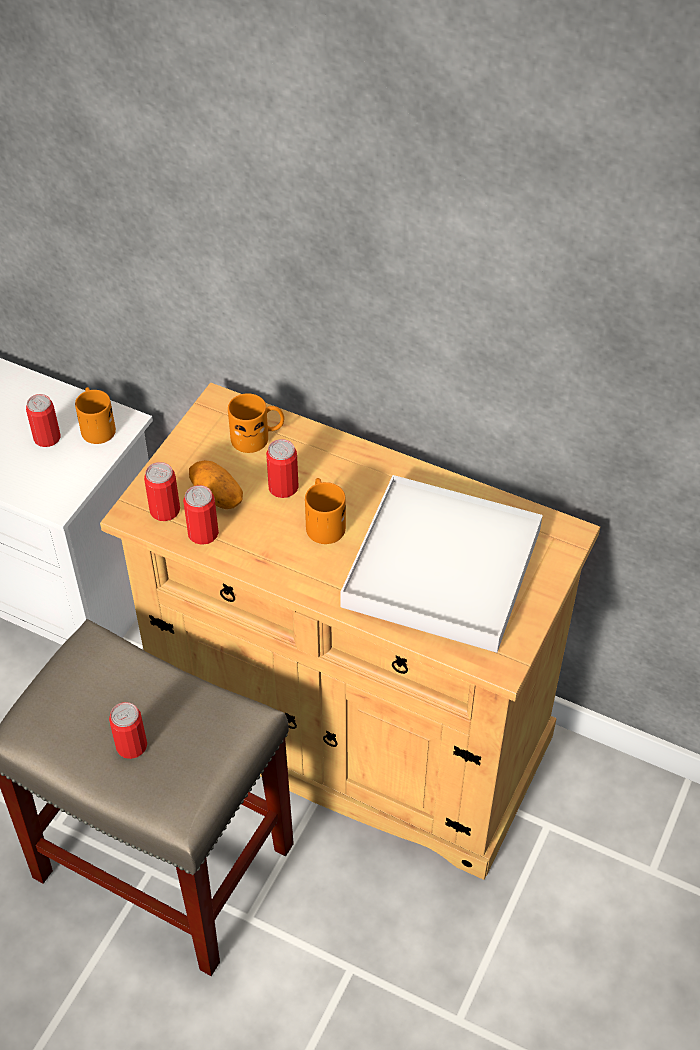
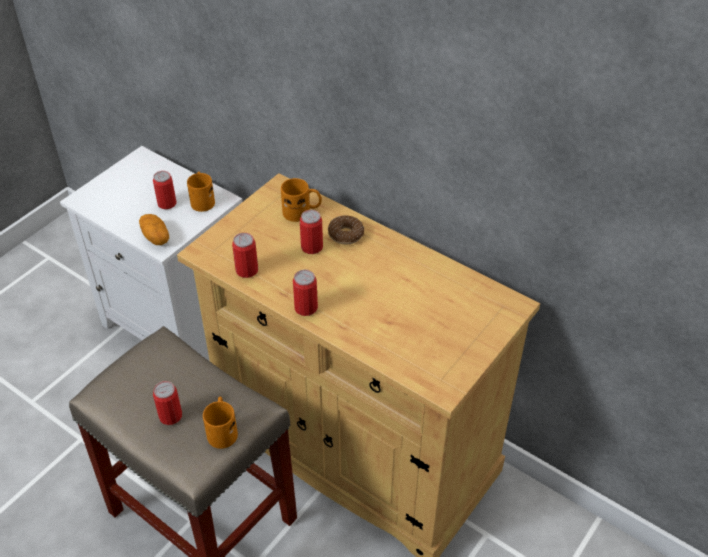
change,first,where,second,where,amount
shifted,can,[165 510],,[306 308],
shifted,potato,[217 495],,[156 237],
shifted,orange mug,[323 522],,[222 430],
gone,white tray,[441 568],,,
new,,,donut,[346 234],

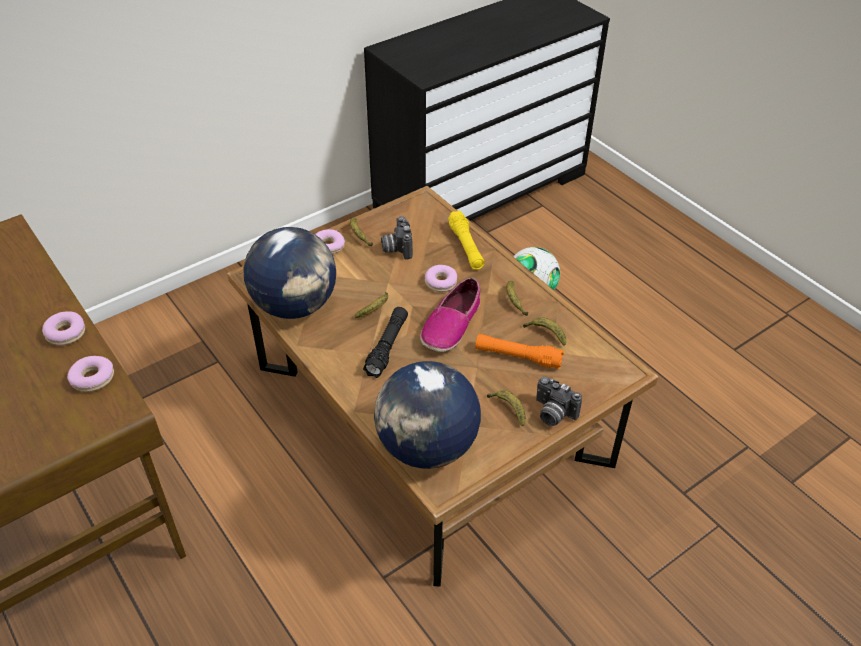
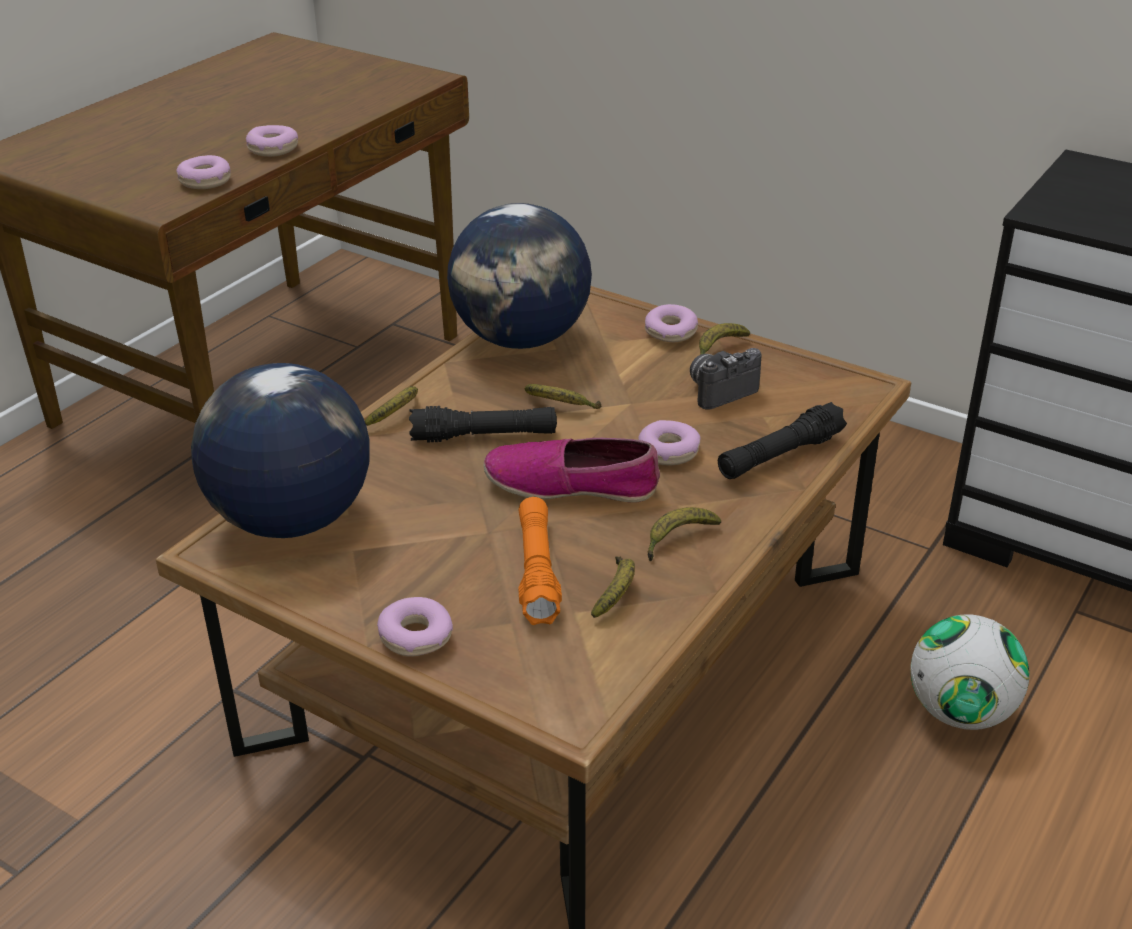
change,first,where,second,where,amount
repainted,yellow flashlight,[466 247],black flashlight,[780 455],
shifted,banana,[508 409],,[398 412],
swapped,photo camera,[552 413],donut,[415 636],

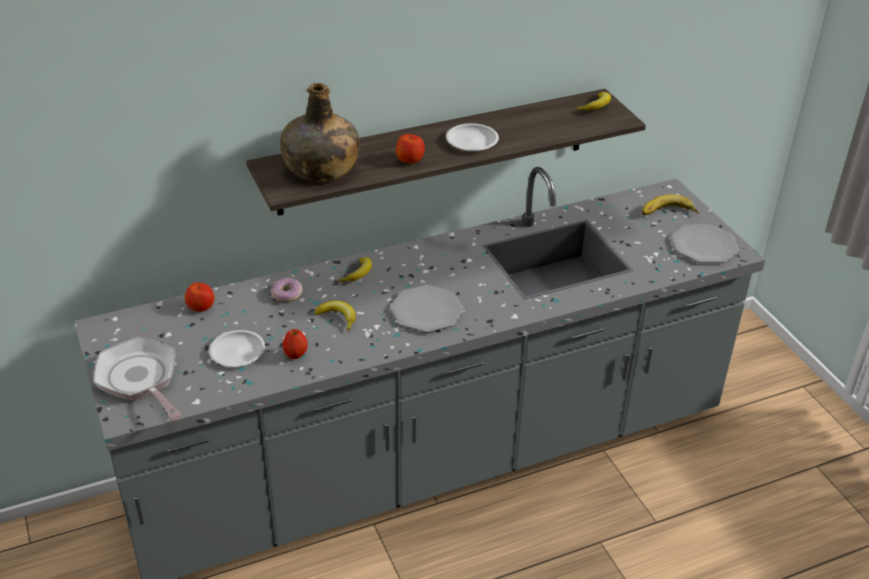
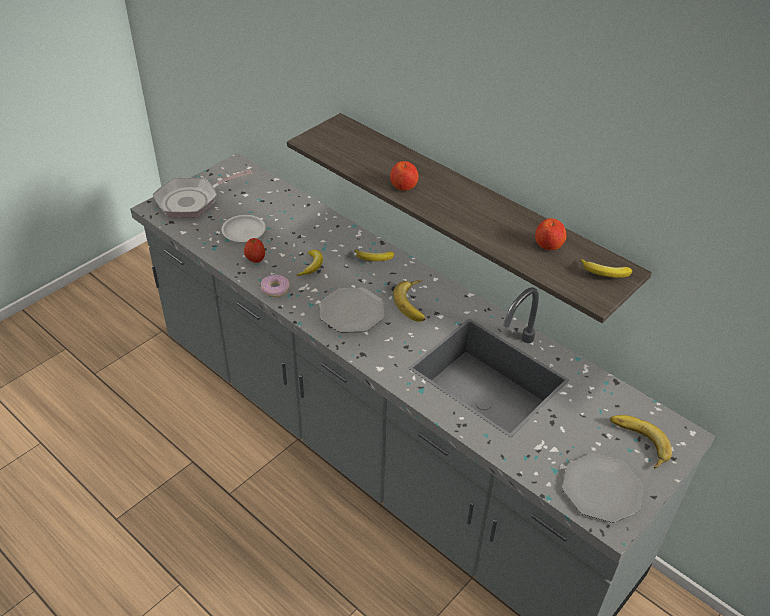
change,first,where,second,where,amount
rotated,frying pan,[140 380],,[192 200],150 degrees counterclockwise
shifted,apple,[201 306],,[548 245],
shifted,donut,[287 294],,[275 289],
gone,green bottle,[321 168],,,
gone,white plate,[471 141],,,
new,,,banana,[415 303],

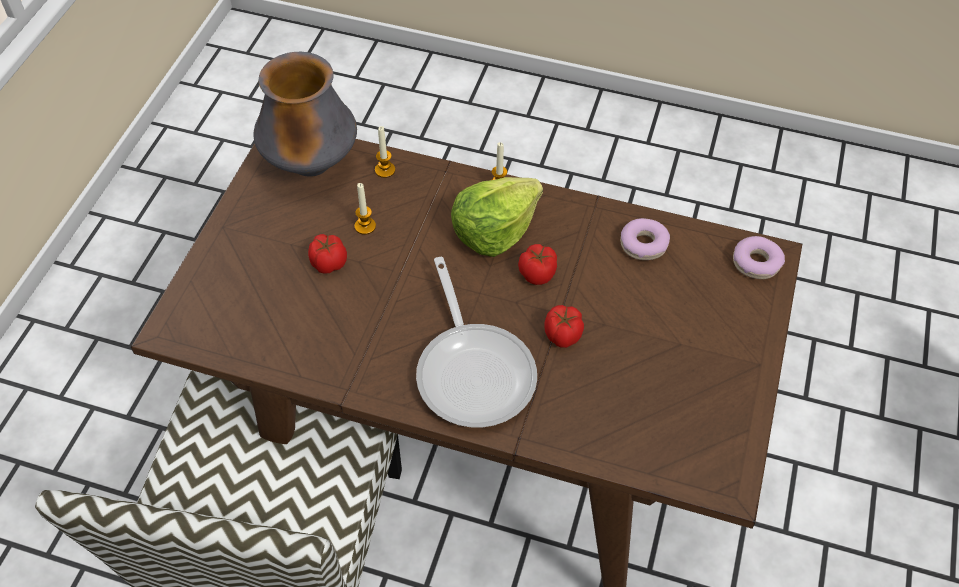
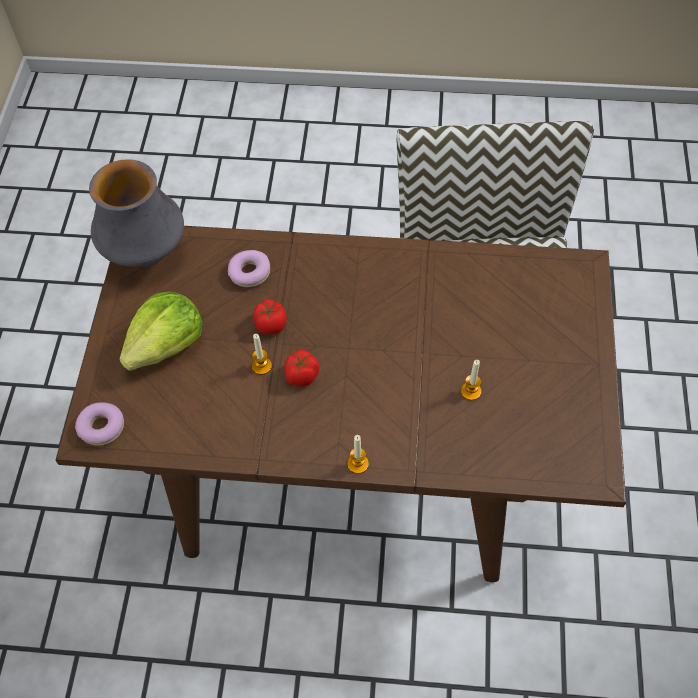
change,first,where,second,where,amount
shifted,vase,[311 165],,[146 254],
gone,tomato,[328 262],,,
shifted,candle,[385 170],,[261 366],
gone,frying pan,[474 370],,,
shifted,lettuce,[494 230],,[167 345],
shifted,donut,[643 244],,[249 273],

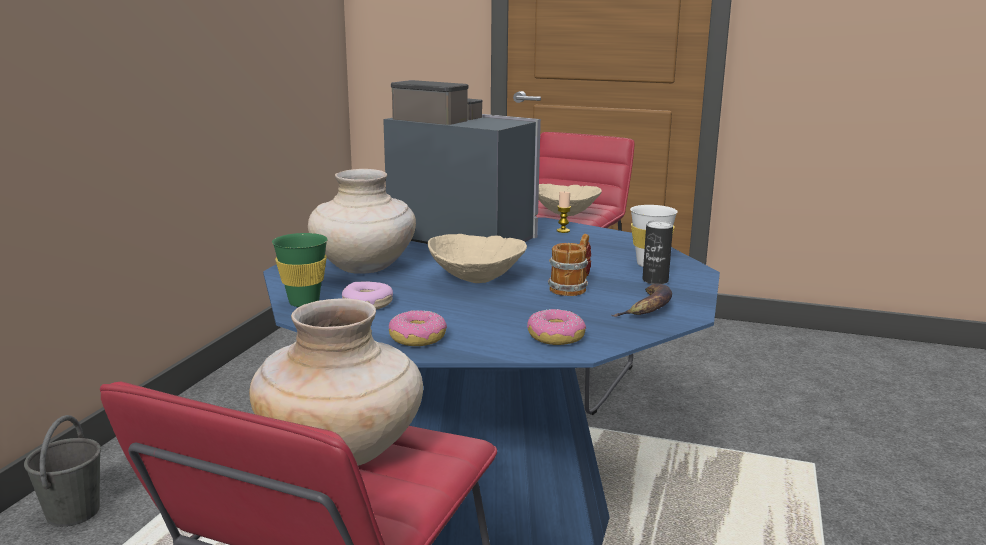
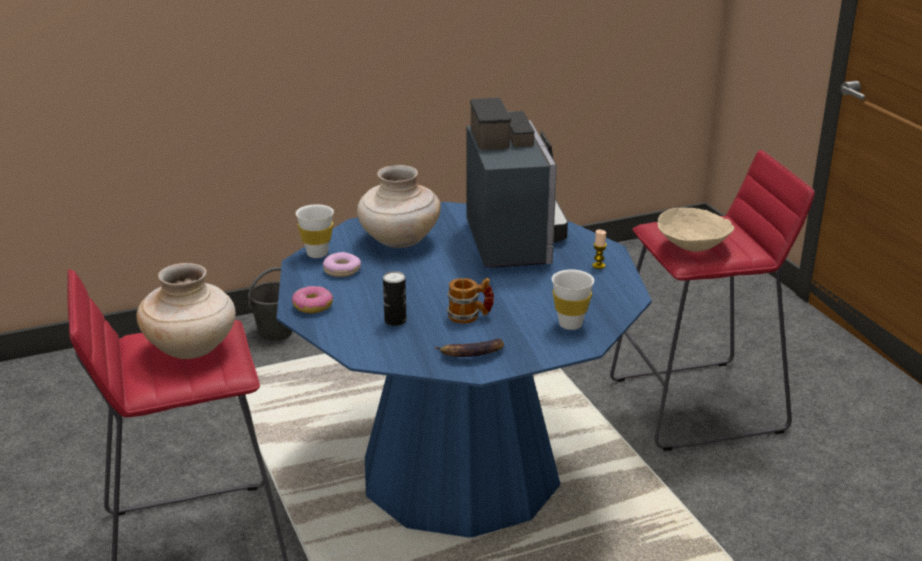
change,first,where,second,where,amount
repainted,green cup,[304 302],white cup,[317 254],
gone,beige bowl,[475 278],,,
gone,donut,[555 337],,,
shifted,can,[655 280],,[395 321],

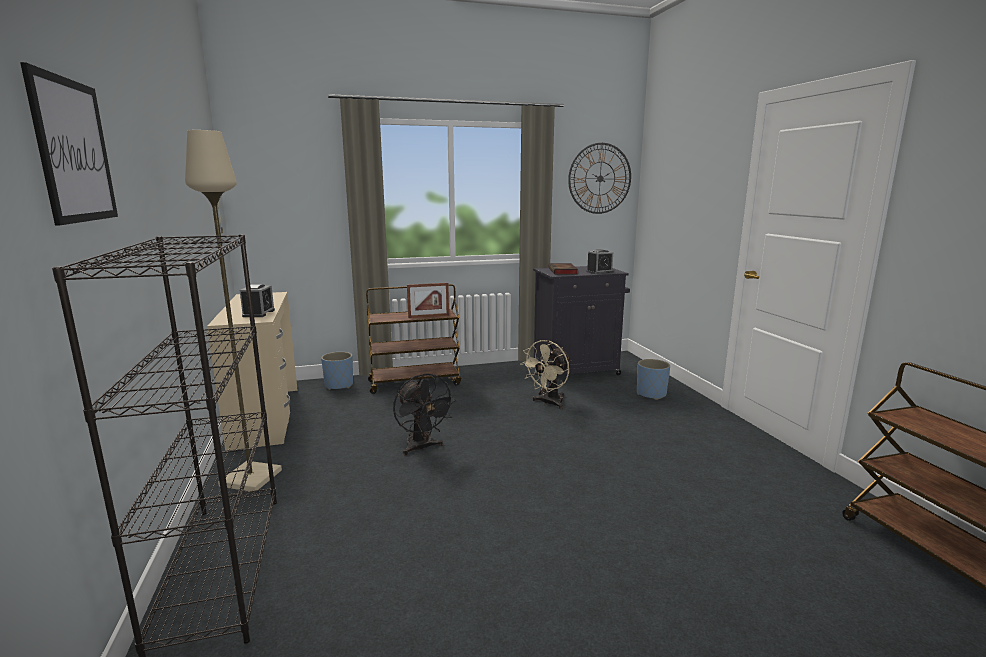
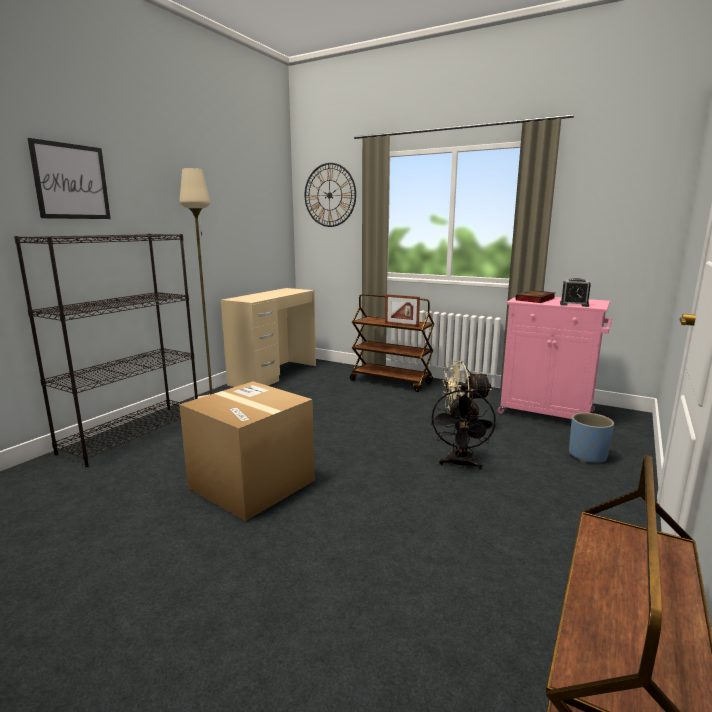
change,first,where,second,where,amount
gone,alarm clock,[258 313],,,
gone,blue planter,[339 385],,,
shifted,black fan,[422 448],,[460 464],
repainted,black cabinet,[577 370],pink cabinet,[548 412],
shifted,wall clock,[600 178],,[329 195],
new,,,cardboard box,[252 484],

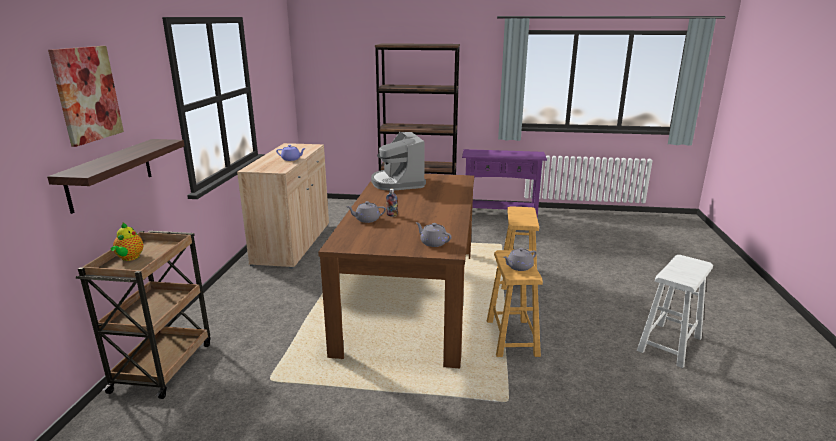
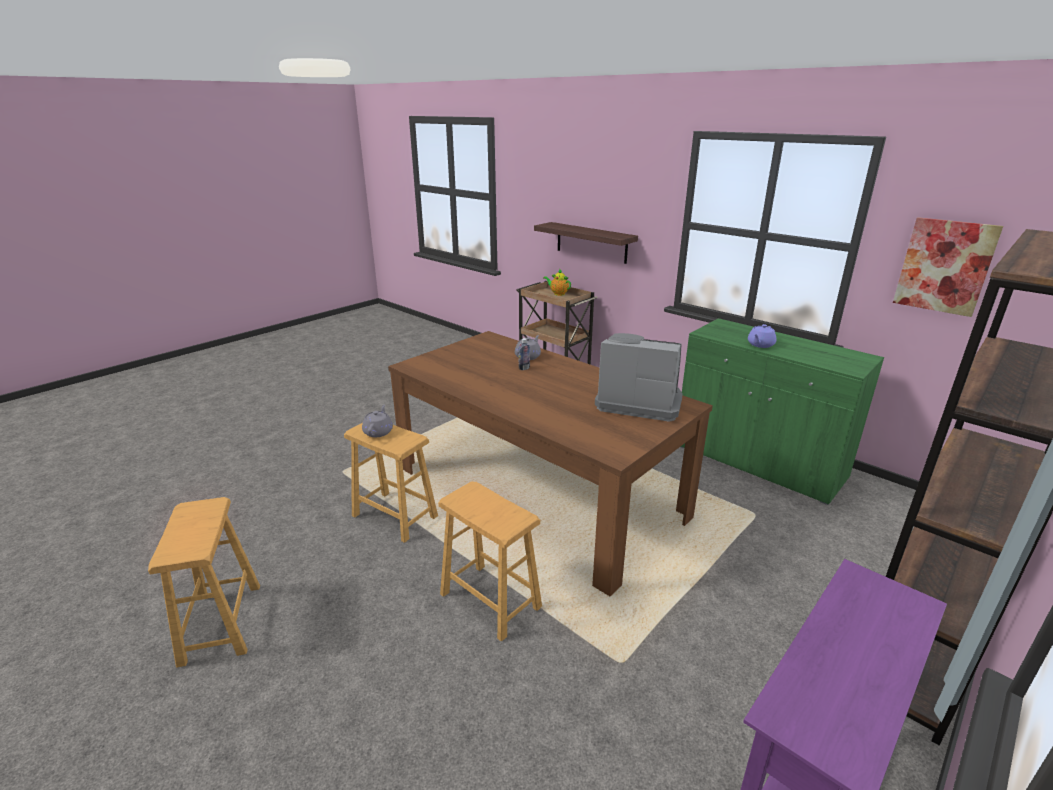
change,first,where,second,where,amount
shifted,picture,[87 94],,[944 266],
repainted,beige cabinet,[293 243],green cabinet,[757 462],
gone,grey teapot,[433 243],,,
repainted,white stool,[669 344],brown stool,[221 623],

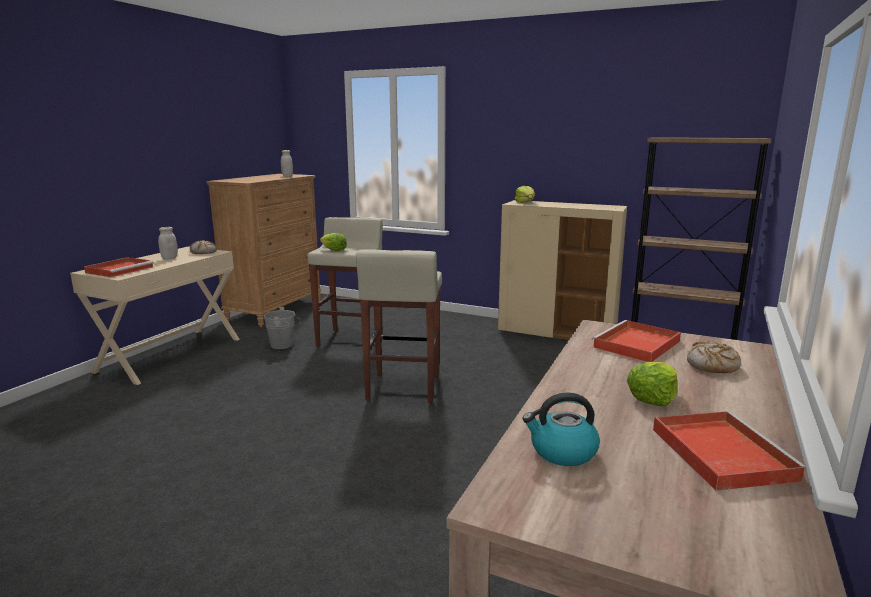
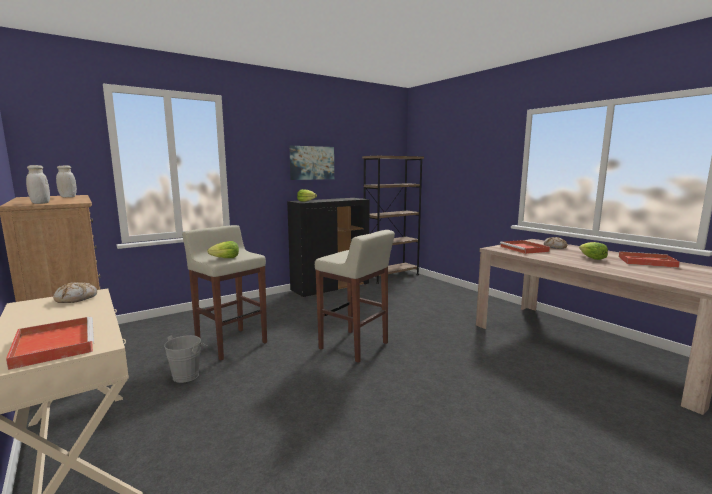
change,first,where,second,where,amount
shifted,white jar,[169 258],,[40 203],
repainted,beige cabinet,[557 334],black cabinet,[330 288],
gone,kettle,[562 452],,,
new,,,picture,[312 163],

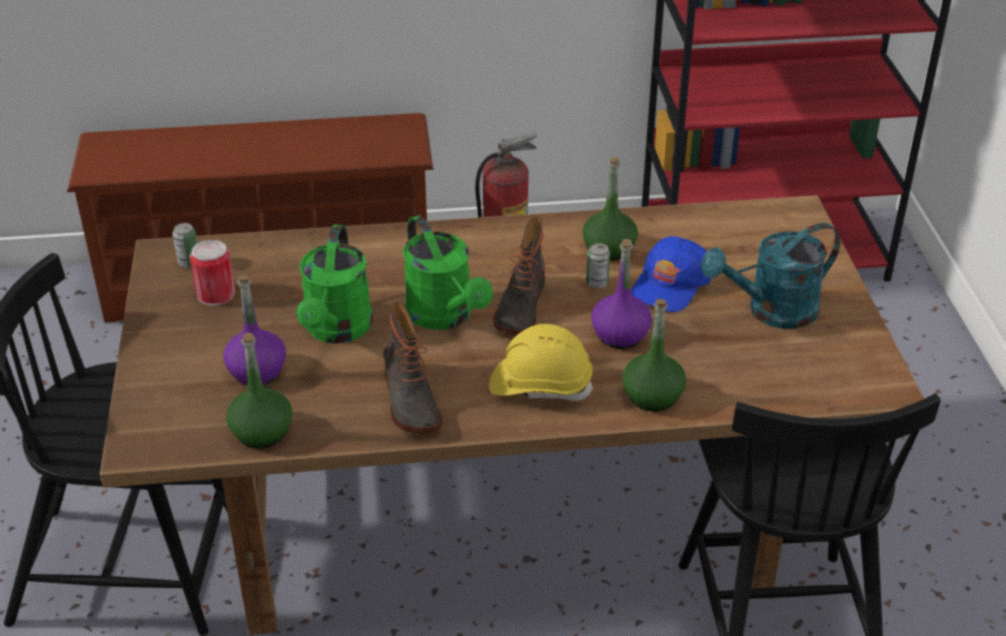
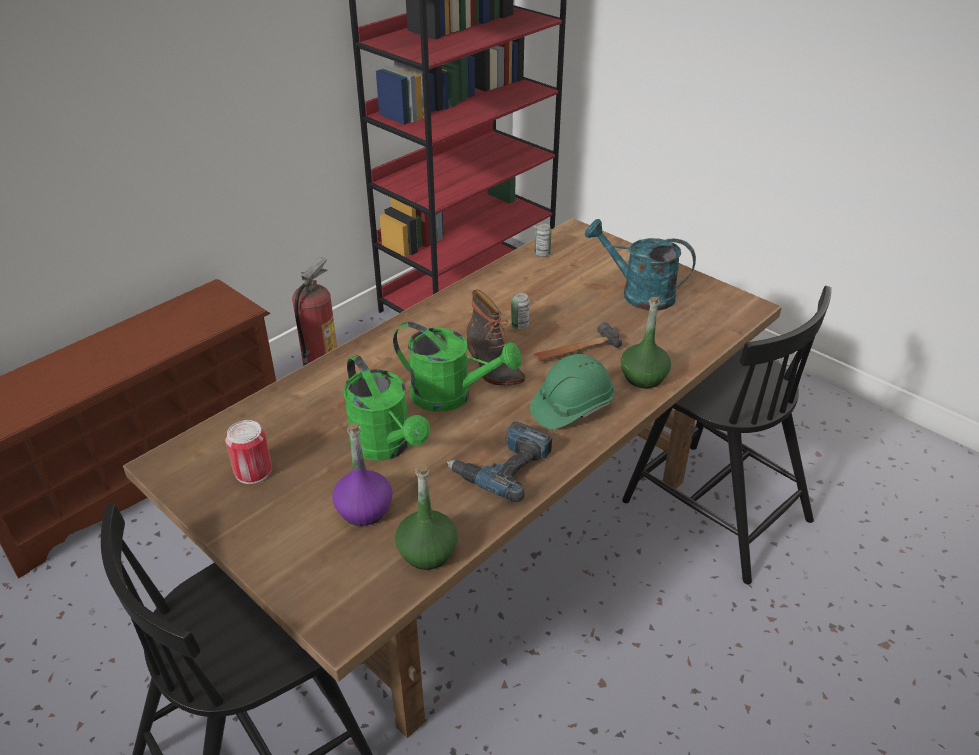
change,first,where,second,where,amount
shifted,can,[189 262],,[542 253],
swapped,boot,[409 401],power drill,[503 466],
repainted,yellow hard hat,[540 385],green hard hat,[571 407],
gone,green bottle,[608 249],,,
swapped,purple bottle,[620 335],hammer,[576 350],
gone,blue cap,[670 284],,,
rotated,turquoise watering can,[771 312],,[638 294],90 degrees clockwise

